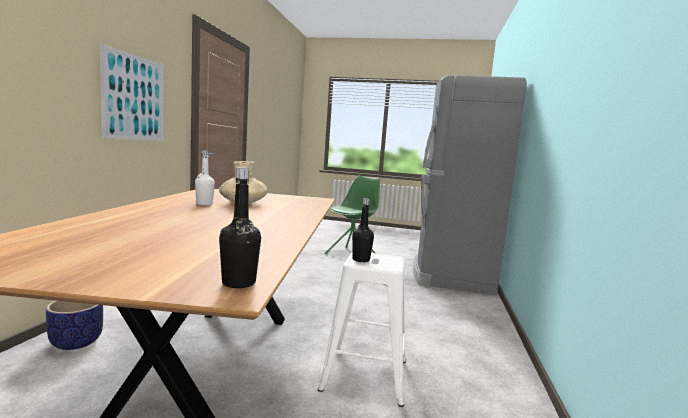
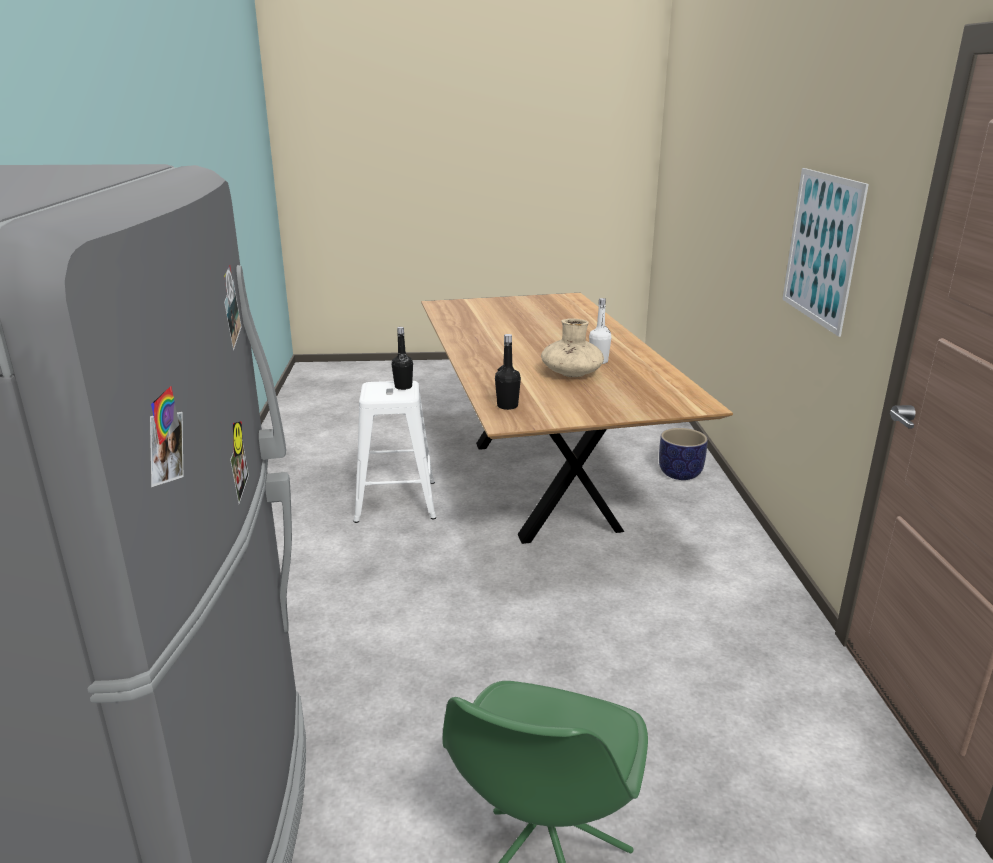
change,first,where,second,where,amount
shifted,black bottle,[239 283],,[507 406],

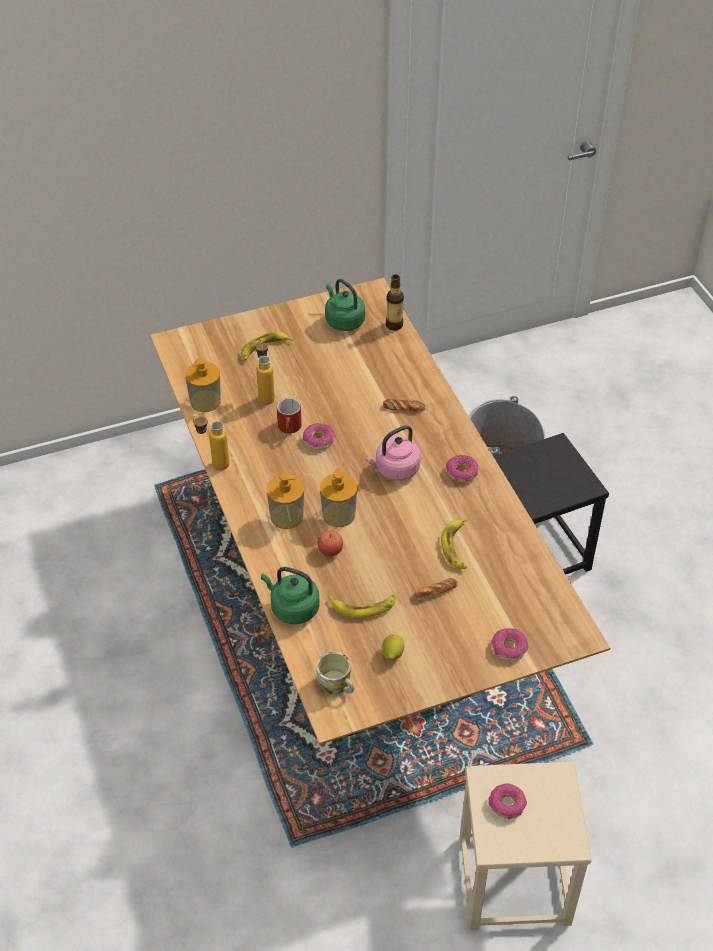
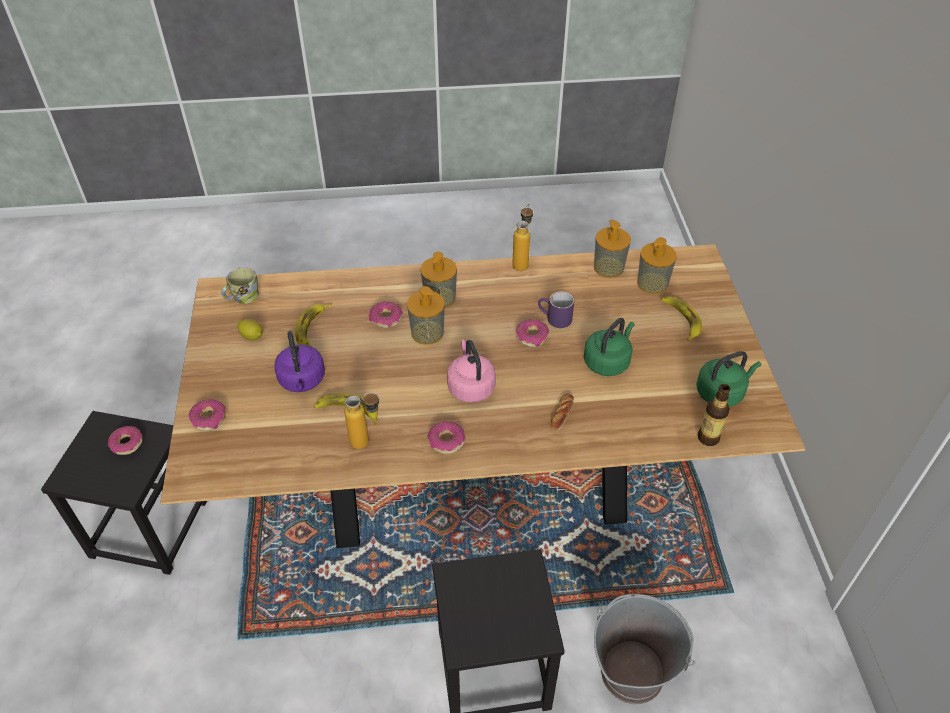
change,first,where,second,where,amount
shifted,bottle,[265 394],,[367 442],
shifted,green kettle,[292 608],,[607 361],
repainted,red mug,[290 429],purple mug,[554 319],
swapped,apple,[330 550],donut,[386 319],
swapped,bread,[435 591],purple kettle,[302 381],
repainted,beige stool,[514 881],black stool,[148 527],
new,,,soap dispenser,[652 283],

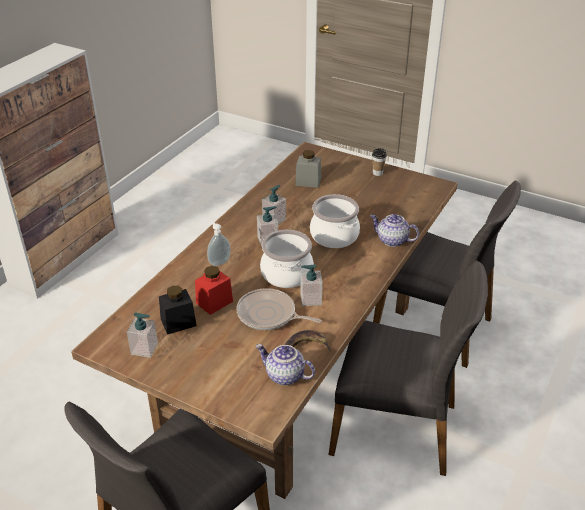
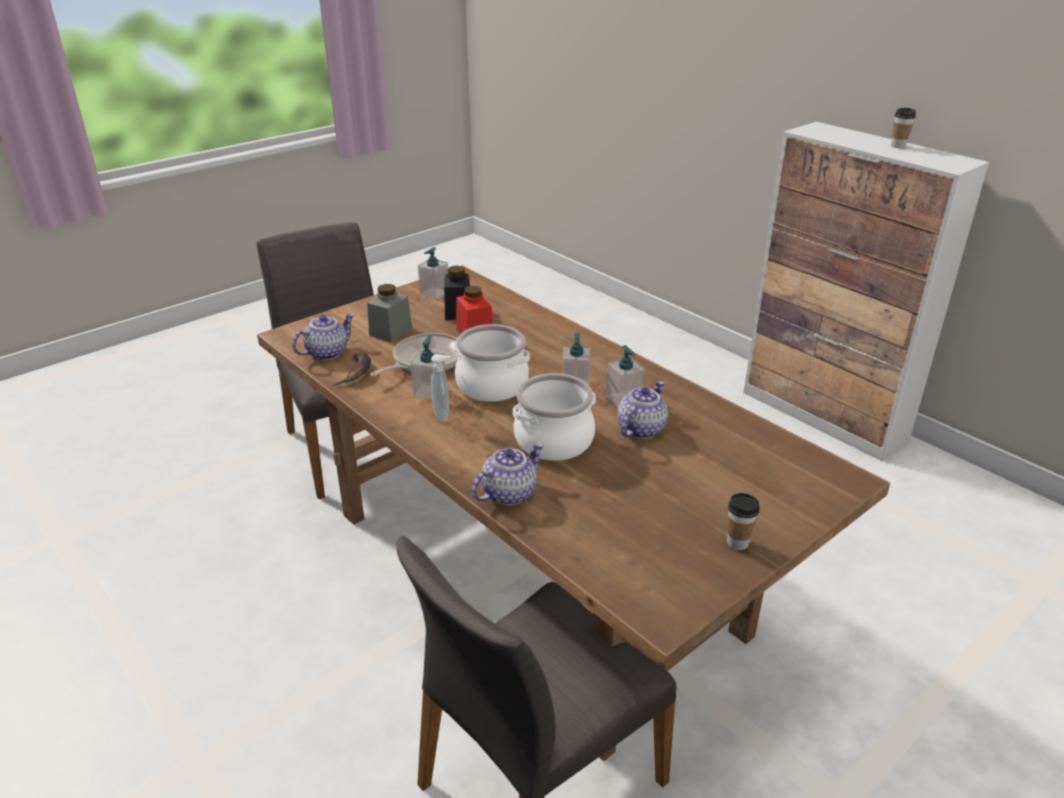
change,first,where,second,where,amount
shifted,soap dispenser,[219 262],,[443 415],
shifted,grey jar,[308 181],,[390 331],
gone,grey chair,[396 427],,,
new,,,teapot,[640 429],
new,,,cup,[898 146],

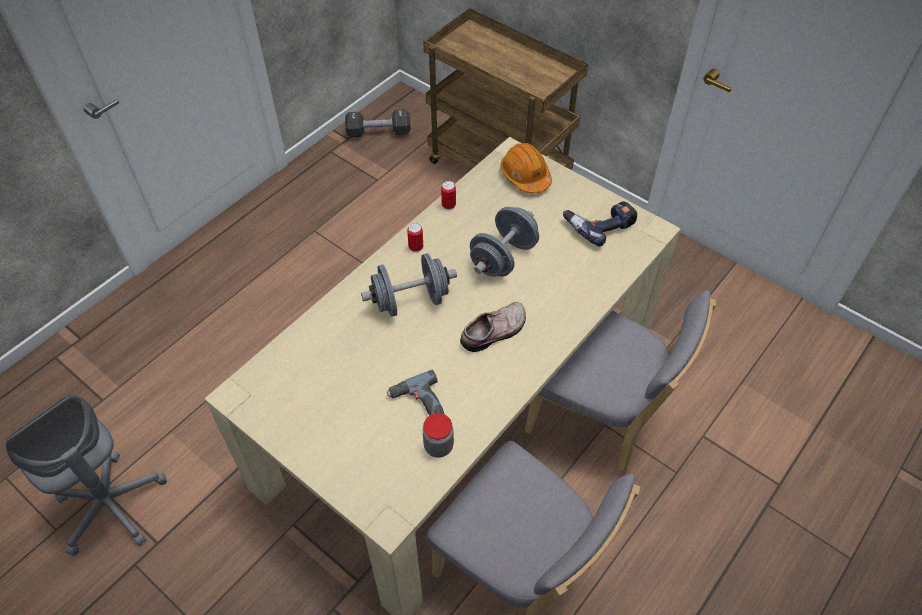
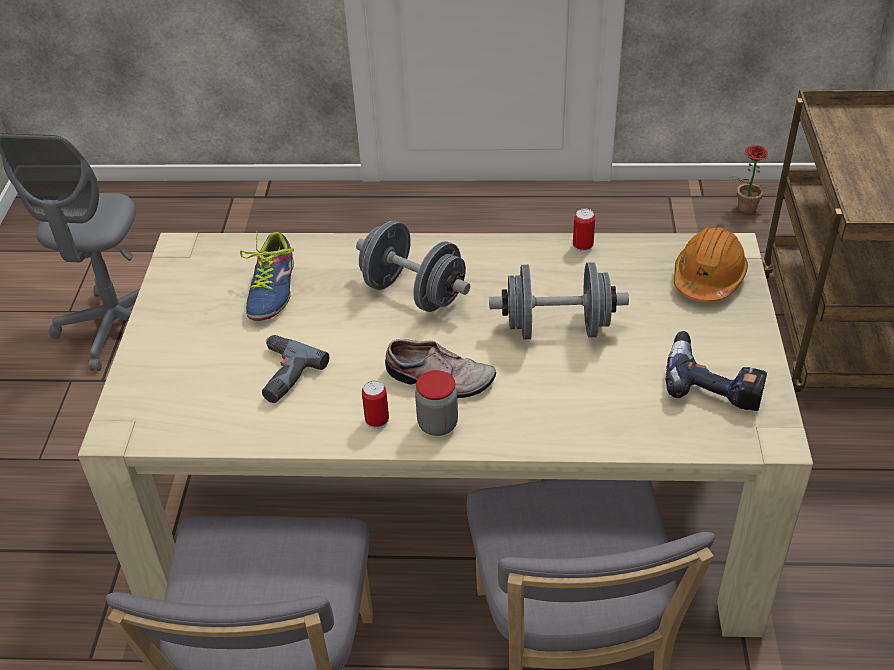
change,first,where,second,where,amount
swapped,black dumbbell,[378 132],potted plant,[744 211],
shifted,can,[416 247],,[377 420],
shifted,jar,[438 446],,[437 424],
new,,,shoe,[272 289],

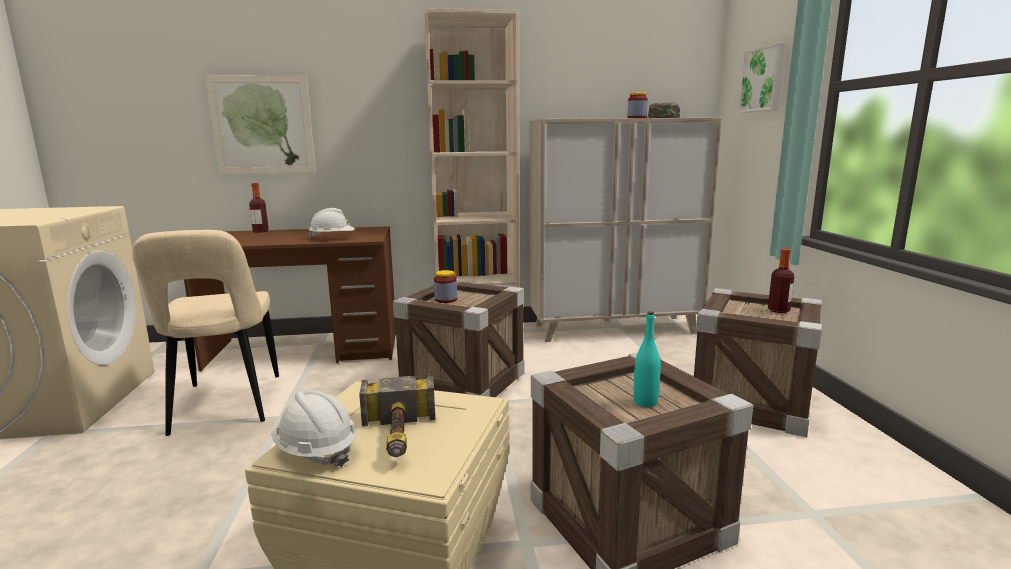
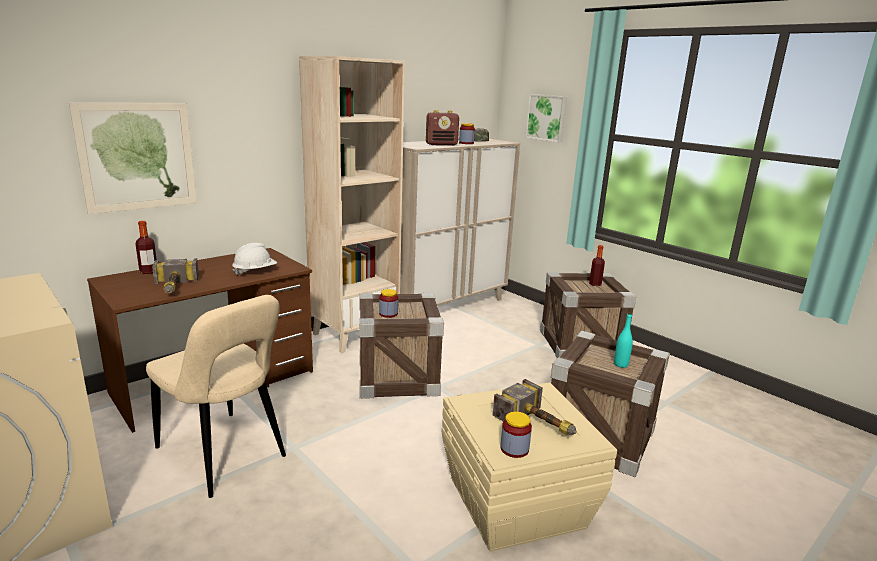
change,first,where,second,where,amount
swapped,white hard hat,[316 452],jar,[514 449],
new,,,hammer,[174 288],
new,,,radio,[442 144],

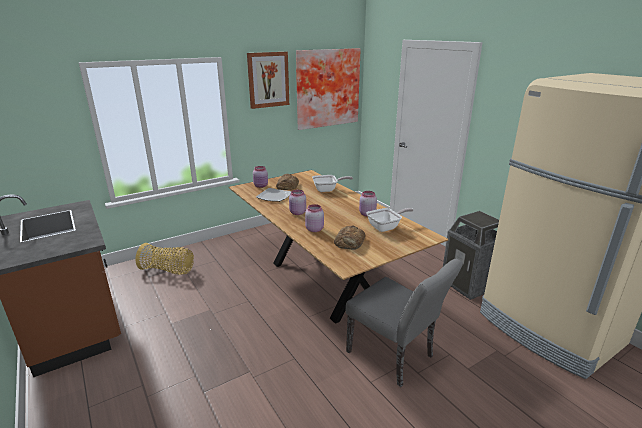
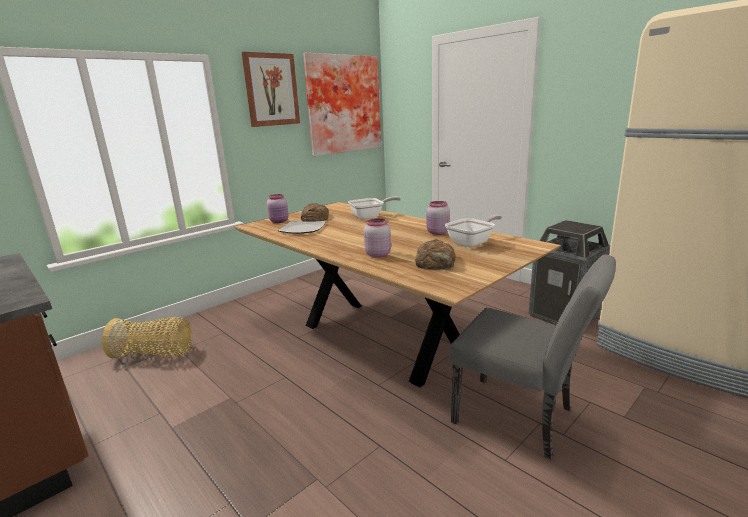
change,first,where,second,where,amount
gone,pink jar,[297 213],,,

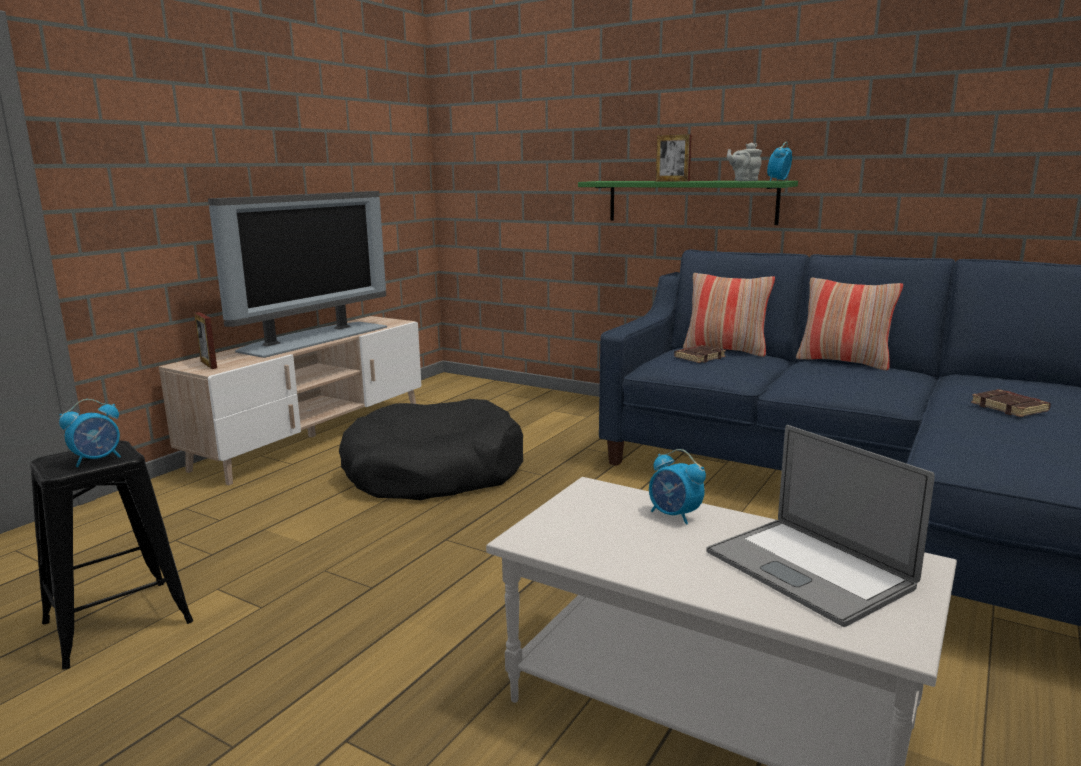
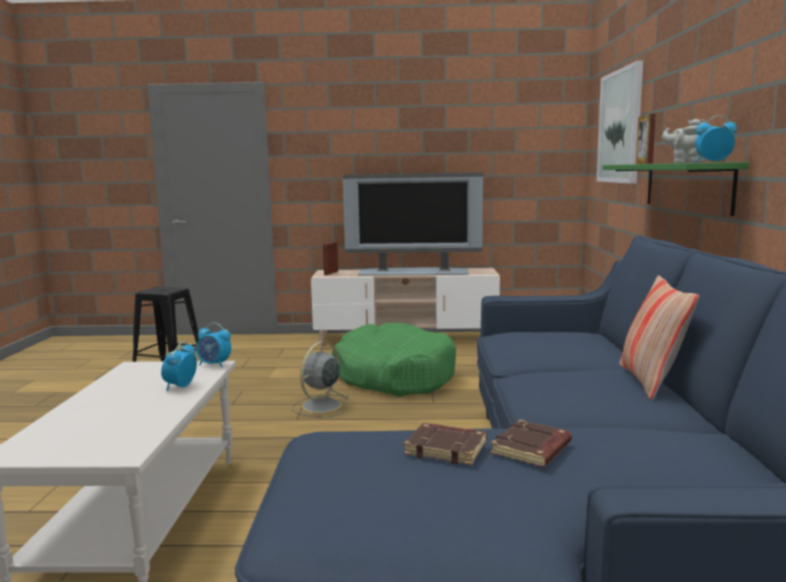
change,first,where,second,where,amount
shifted,alarm clock,[98 460],,[214 365],
repainted,black dog bed,[433 472],green dog bed,[394 376],
shifted,brown book,[699 357],,[447 449],
gone,pillow,[726 350],,,
gone,laptop,[808 569],,,
new,,,grey fan,[320 406],
new,,,picture,[620 126],

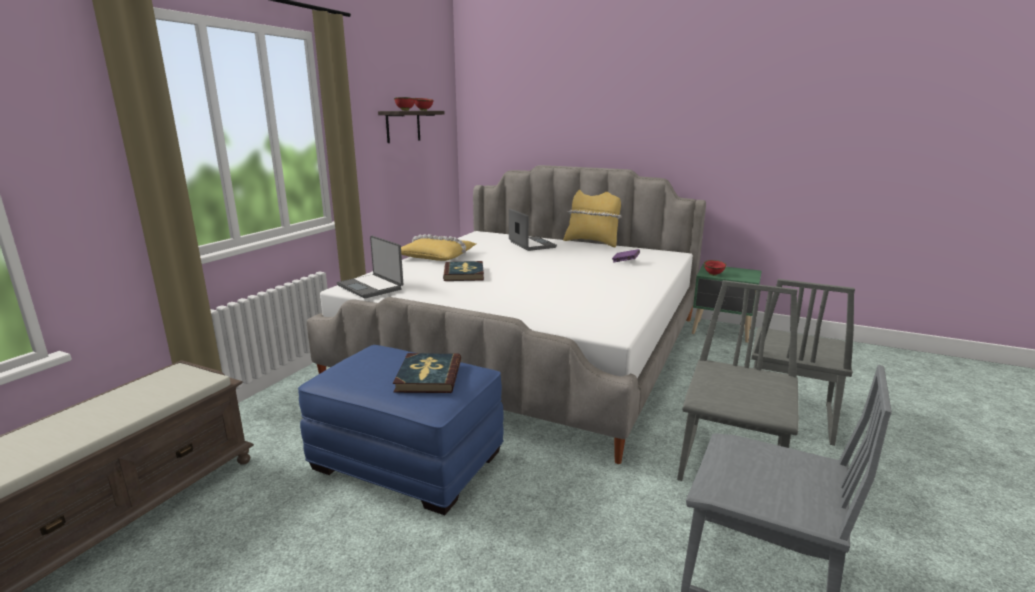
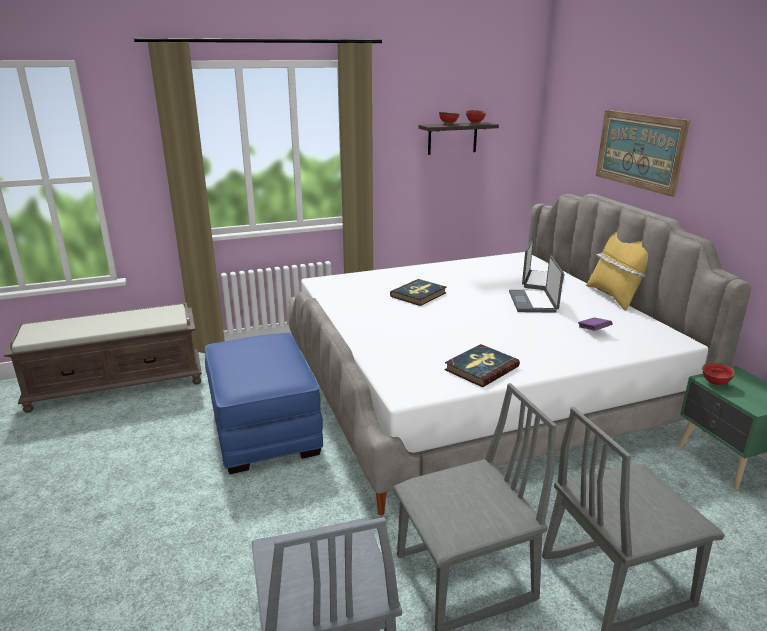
change,first,where,second,where,amount
shifted,laptop,[371 287],,[534 302],
shifted,book,[428 376],,[481 368],
gone,yellow pillow,[437 256],,,
new,,,picture,[639 150],

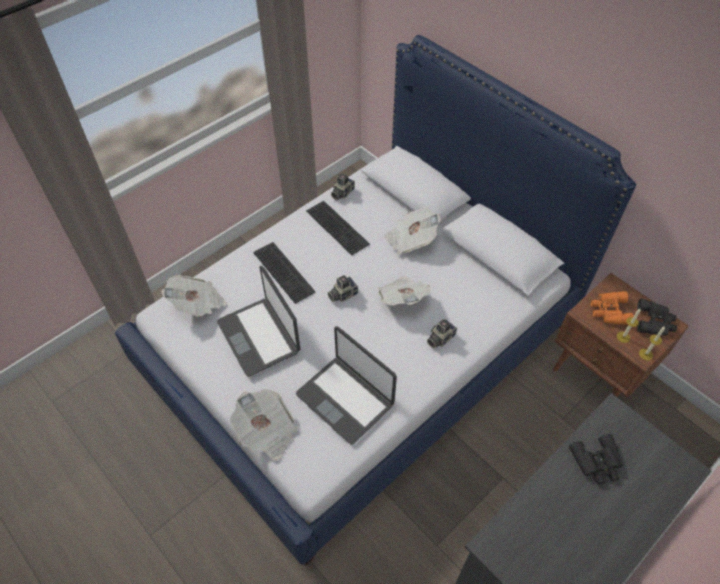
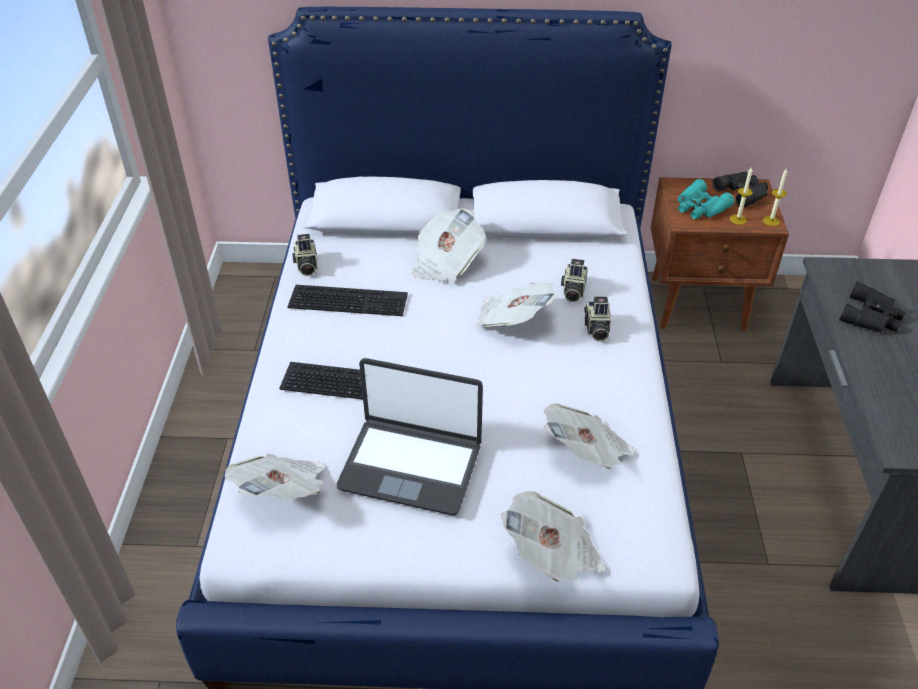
change,first,where,second,where,amount
swapped,laptop,[345 399],newspaper,[587 452],
shifted,photo camera,[342 294],,[572 291],
repainted,orange binoculars,[609 311],turquoise binoculars,[700 207],

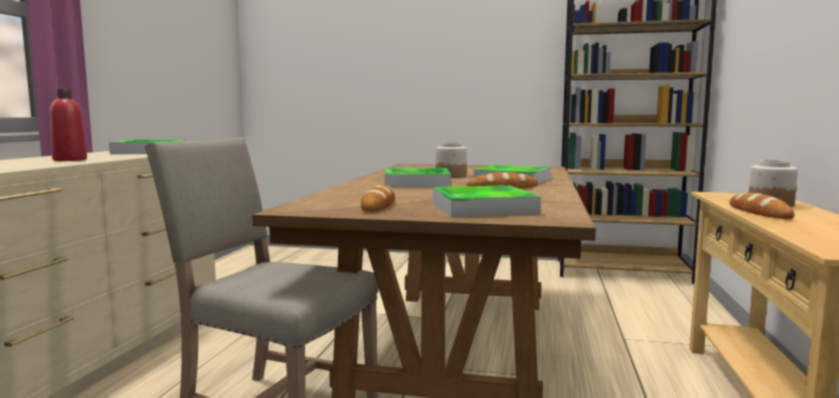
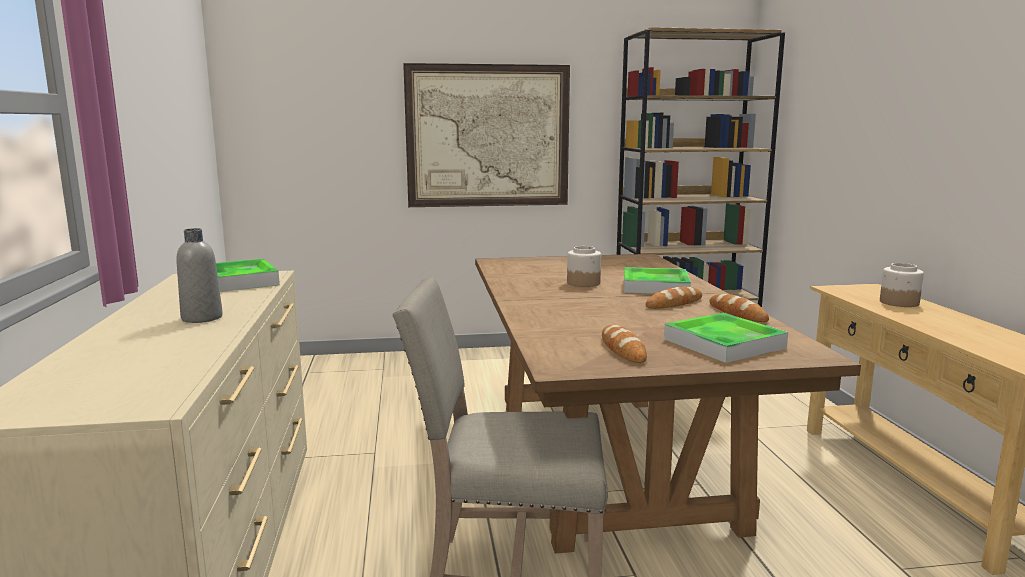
change,first,where,second,where,amount
repainted,red bottle,[70 160],grey bottle,[202 318],
gone,tray,[417 183],,,
shifted,bread,[759 212],,[737 313],
new,,,picture,[488 136],

